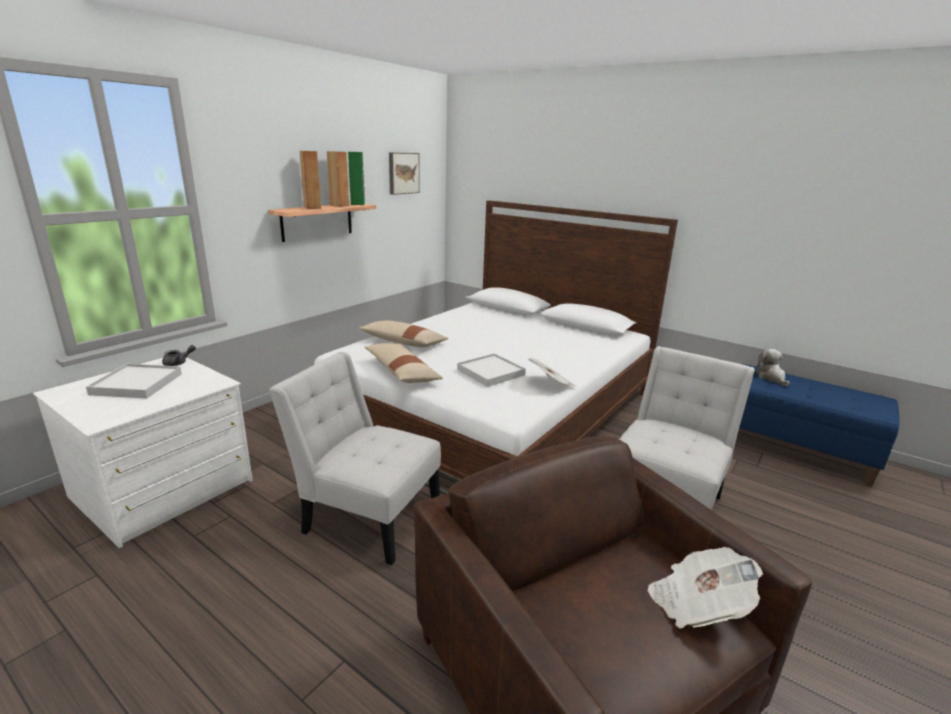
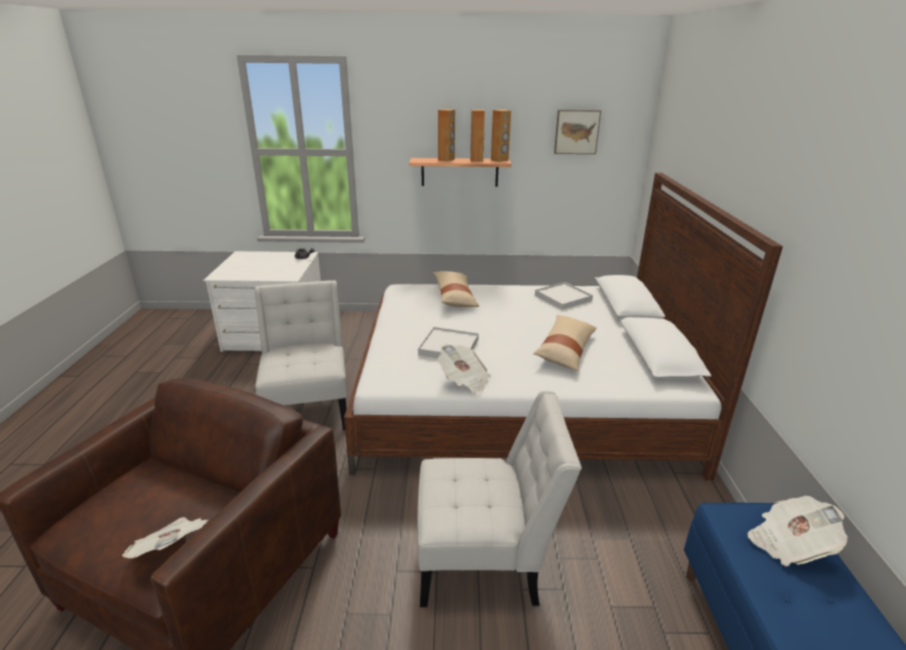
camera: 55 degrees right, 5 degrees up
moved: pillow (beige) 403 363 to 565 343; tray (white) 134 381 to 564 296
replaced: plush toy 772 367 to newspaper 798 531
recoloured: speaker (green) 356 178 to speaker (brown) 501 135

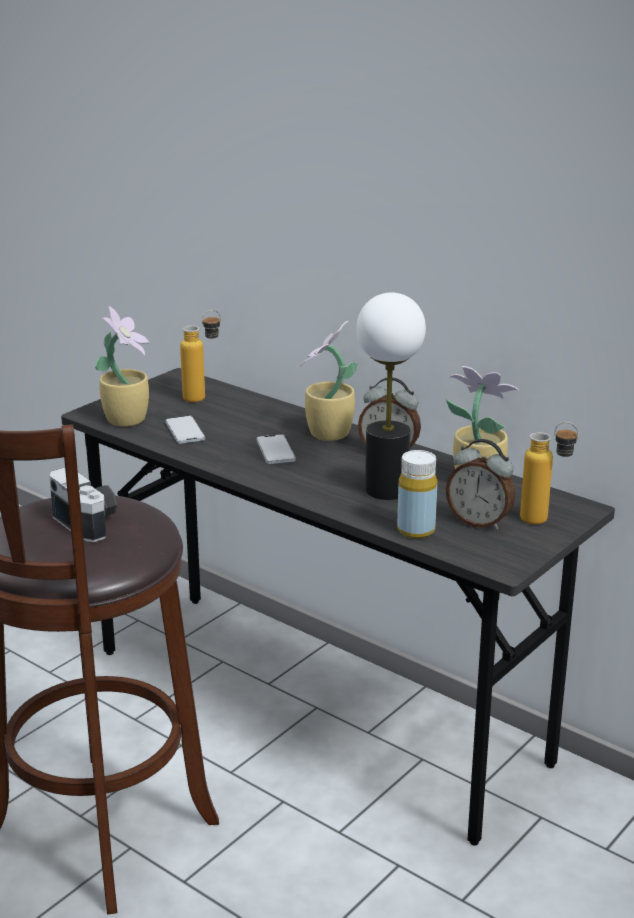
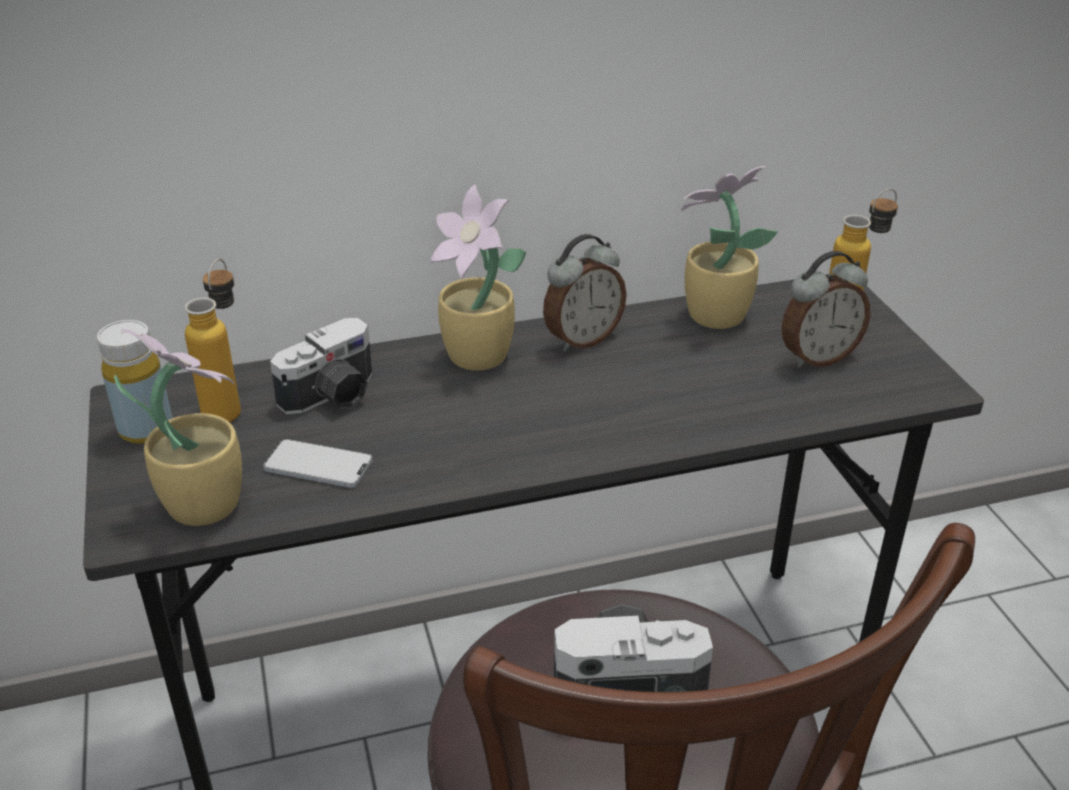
camera: 55 degrees left, 10 degrees up
removed: table lamp 391 396; phone 276 449
added: photo camera 321 366
moved: bottle (yellow) 417 494 to 134 382

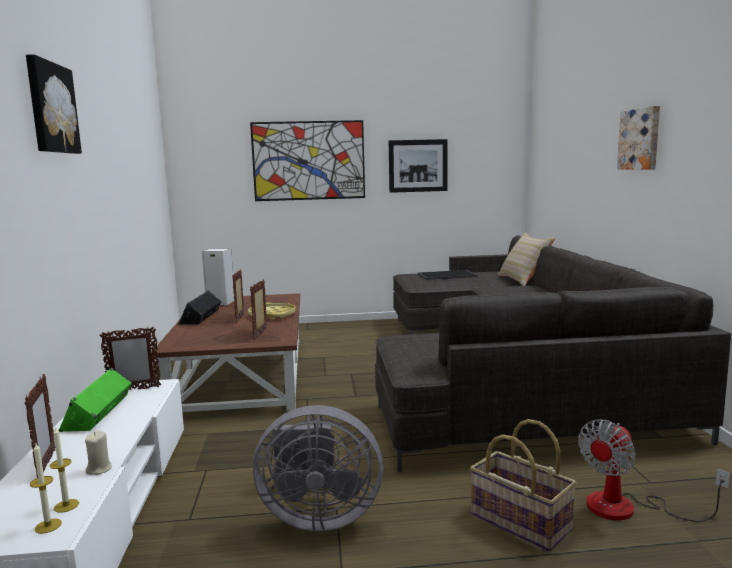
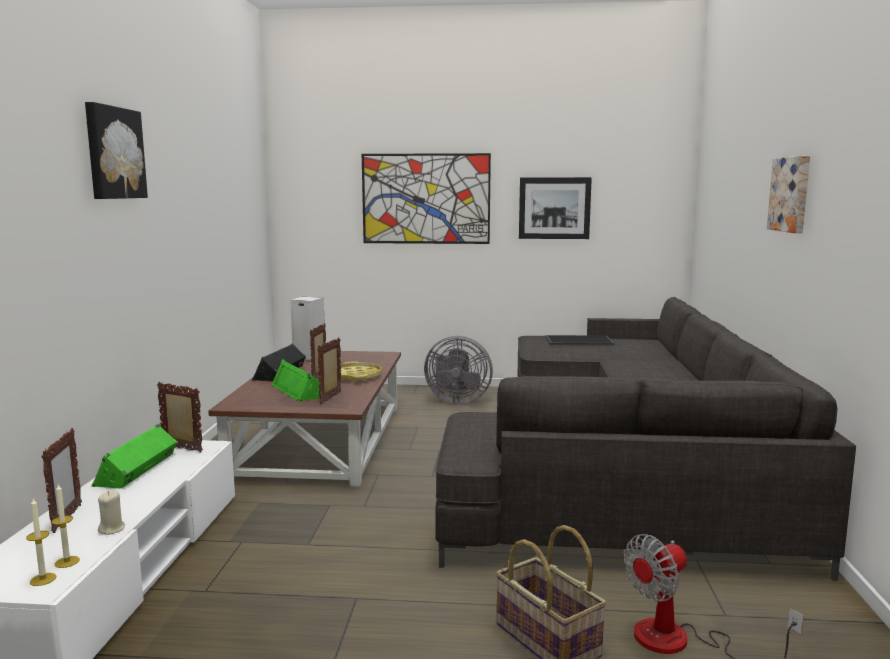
camera: 10 degrees right, 0 degrees up
removed: pillow (beige) 526 259
added: speaker (green) 295 380
moved: fan (grey) 318 468 to 458 370
turned: picture frame 130 358 = 180 417 150 degrees counterclockwise

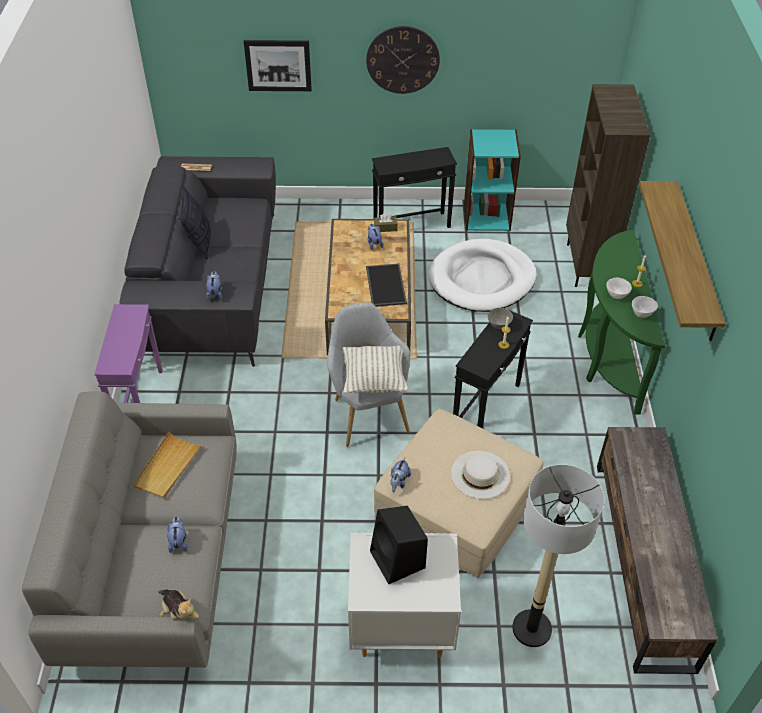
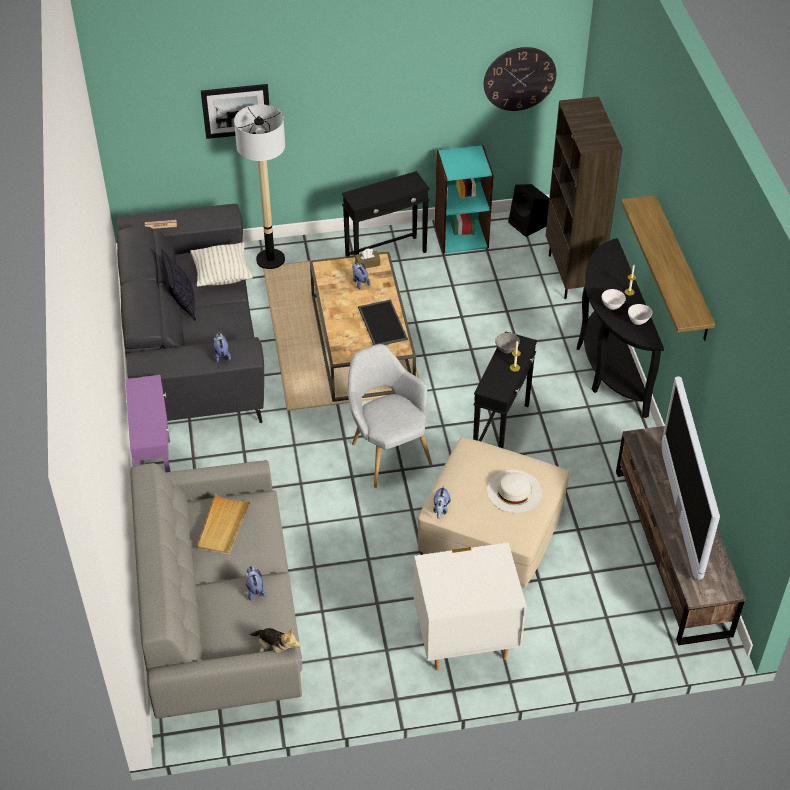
camera: 10 degrees left, 0 degrees up
removed: dog bed (white) 482 275
added: television 691 478
moved: wall clock 403 60 to 520 79; pillow 375 370 to 221 264; floor lamp 558 555 to 259 187; speaker (black) 399 545 to 528 210
recoloured: console table (green) 621 322 to console table (black) 620 328

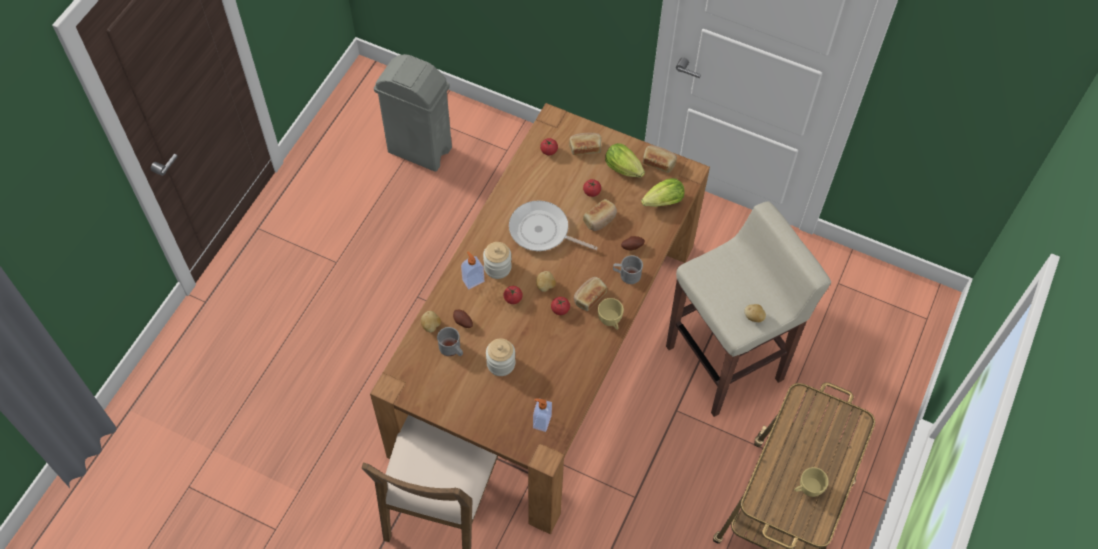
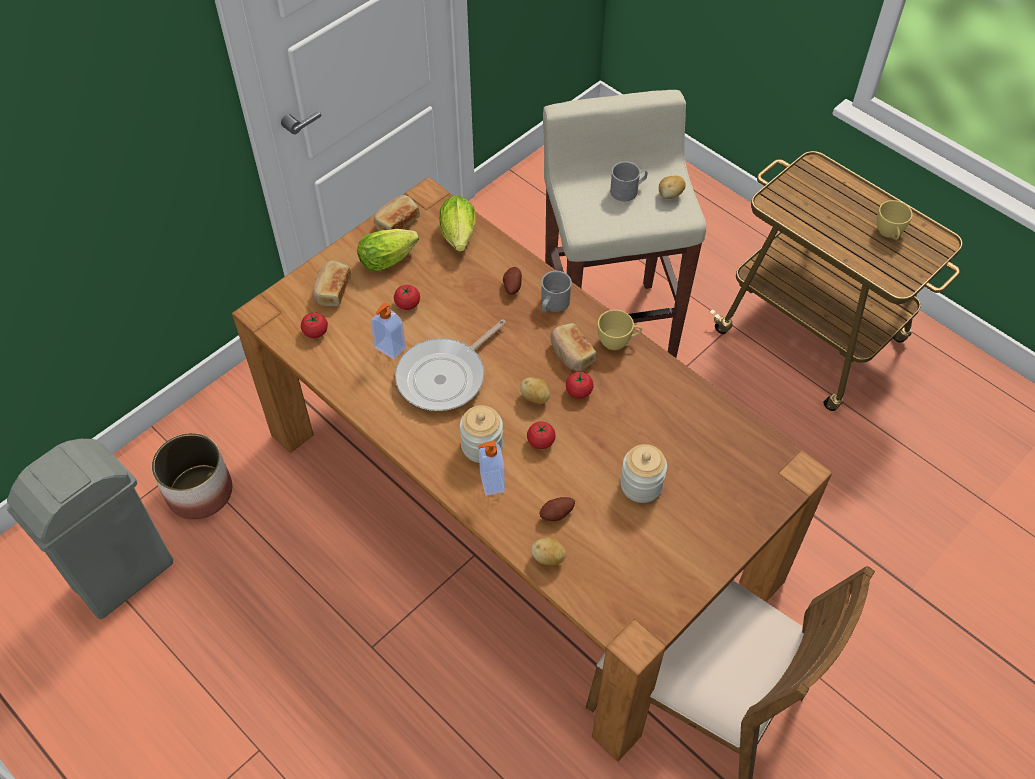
camera: 70 degrees left, 5 degrees down
removed: bread 600 215
added: planter 192 476
moved: mug (grey) 450 341 to 629 181; soap dispenser 542 415 to 388 331

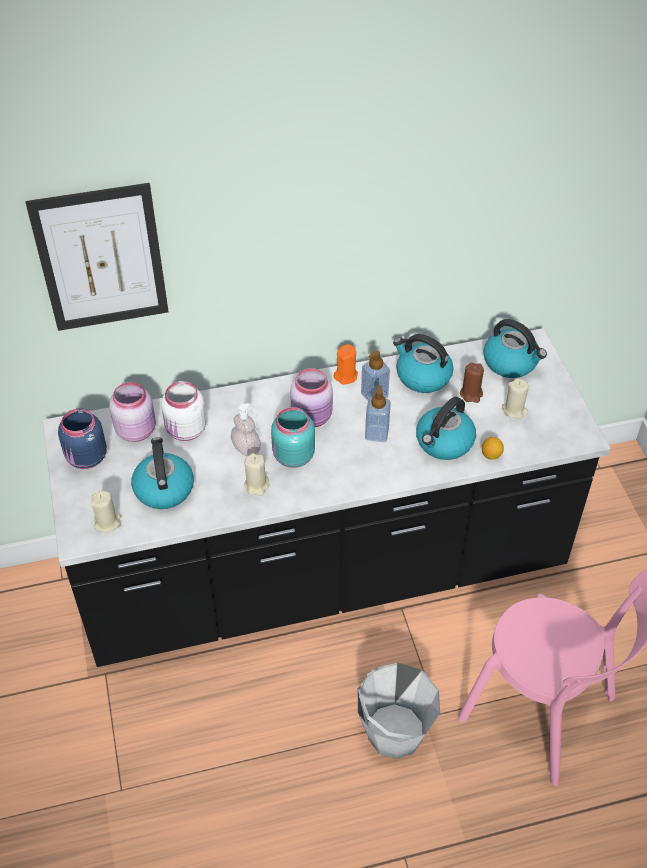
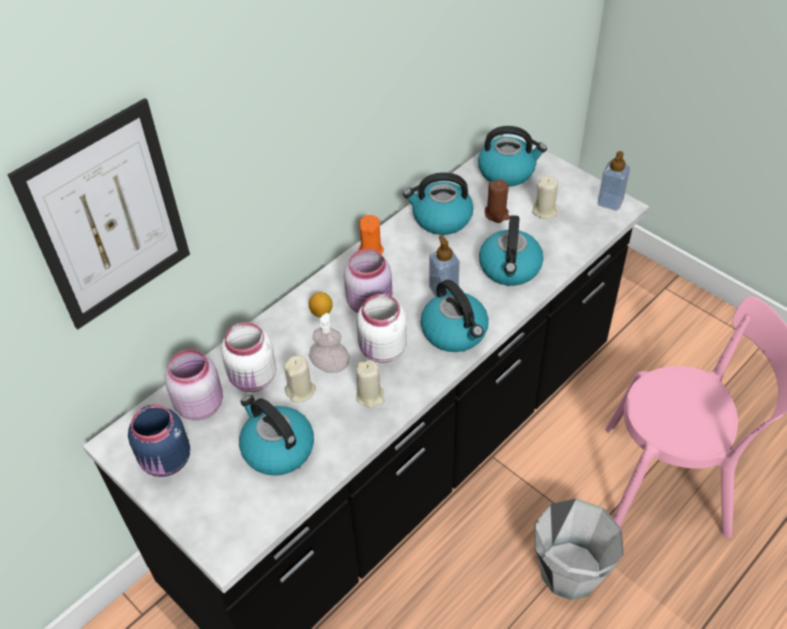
camera: 30 degrees left, 0 degrees up
added: kettle 454 316
moved: soap dispenser 375 376 to 614 180; lemon 493 448 to 321 304; candle (beige) 105 511 to 300 379
recoloured: jar (turquoise) 293 437 to jar (white) 382 328

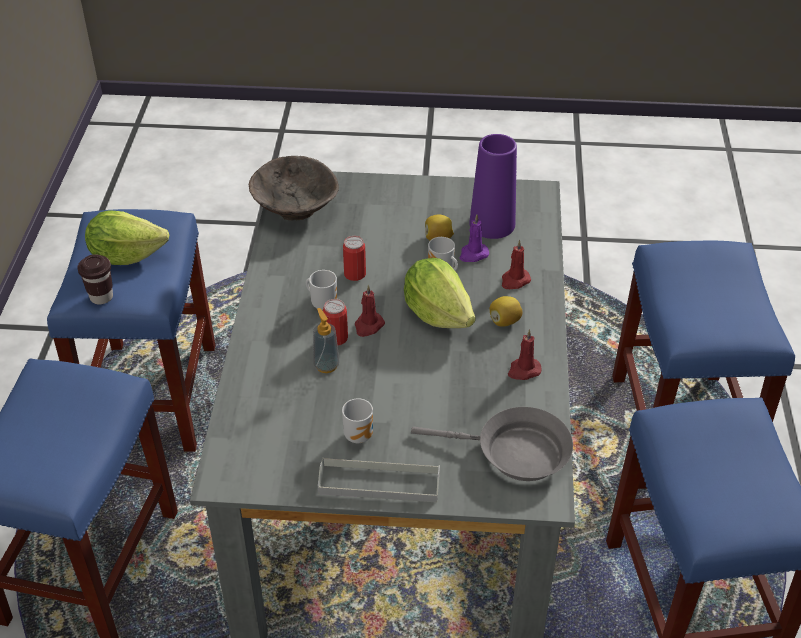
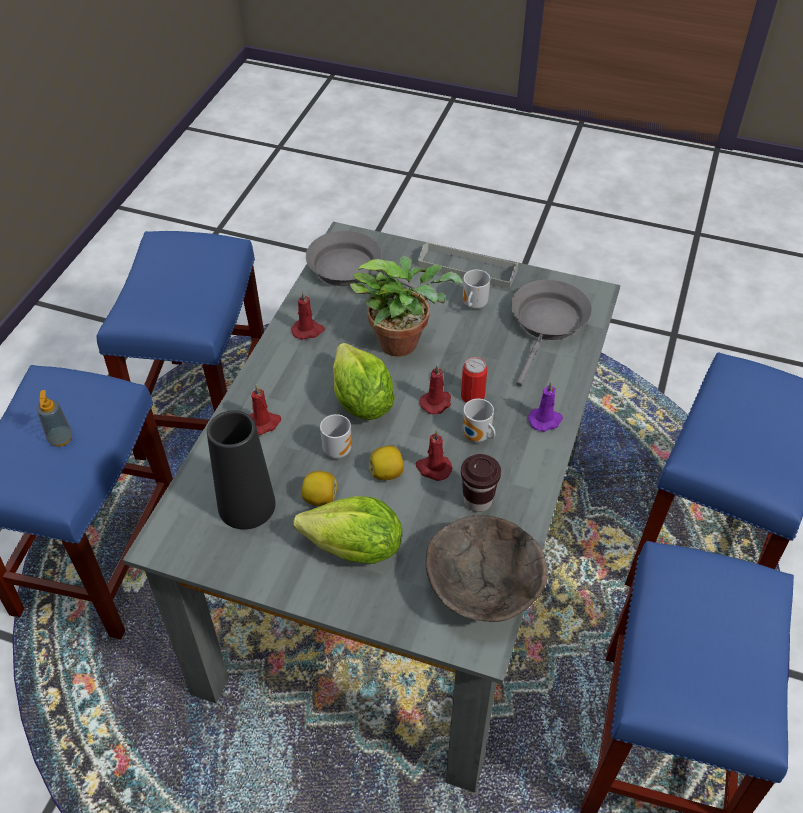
camera: 165 degrees left, 5 degrees up
added: potted plant 406 306; frying pan (grey) 551 333
moved: lettuce 127 237 to 347 530; candle (purple) 474 238 to 545 407; cup (brown) 95 279 to 481 483; lemon 506 311 to 386 463; soap dispenser 326 340 to 55 418
replaced: can 354 258 to candle (red) 434 455
recoloured: vase (purple) 493 186 to vase (black) 241 470

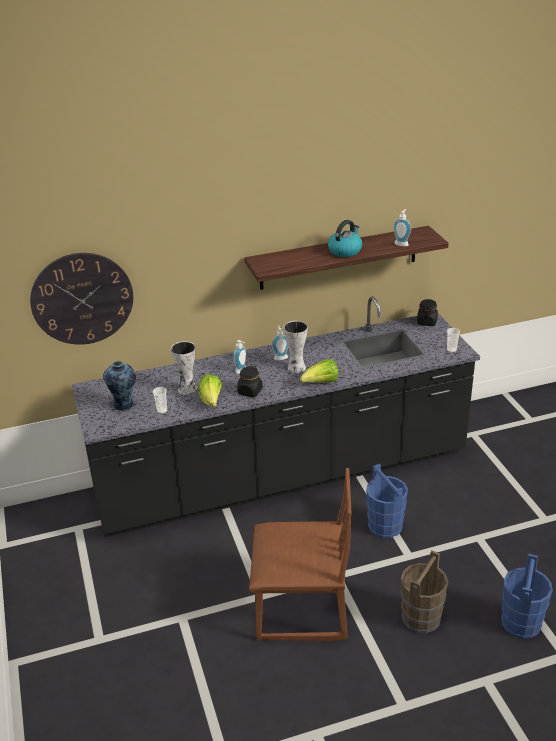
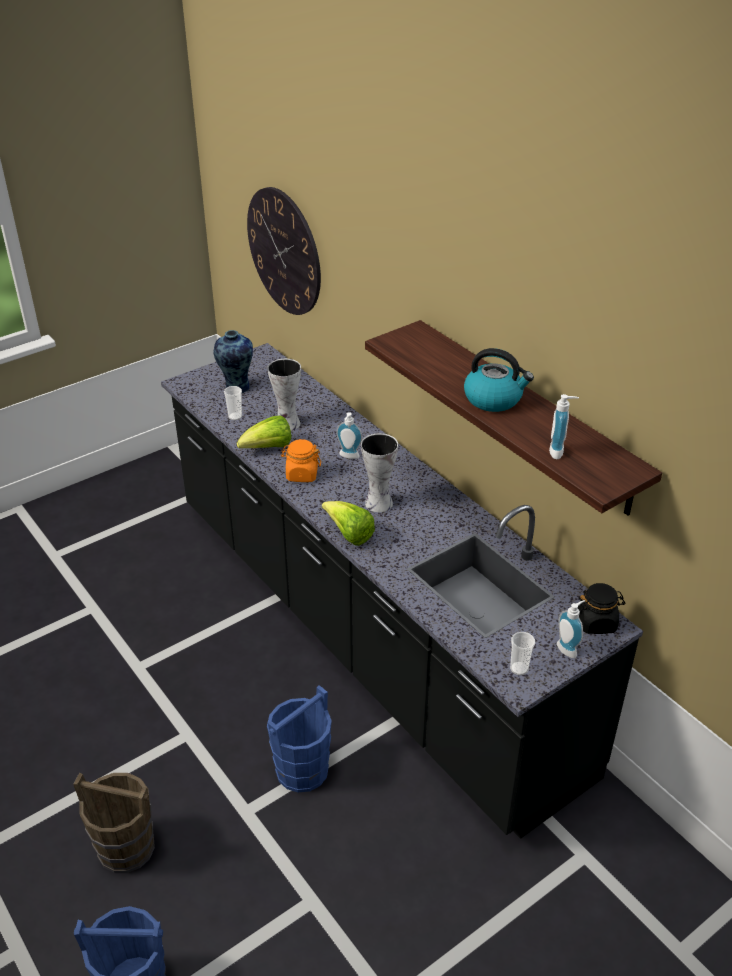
camera: 70 degrees right, 5 degrees up
removed: chair (brown) 300 554
moved: soap dispenser 280 342 to 571 629
recoloured: jar (black) 250 381 to jar (orange) 301 460

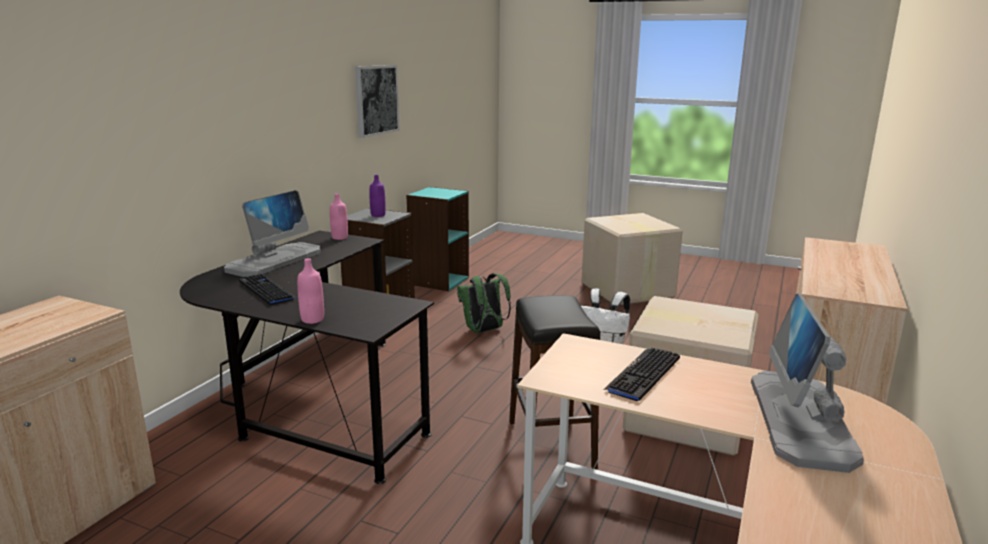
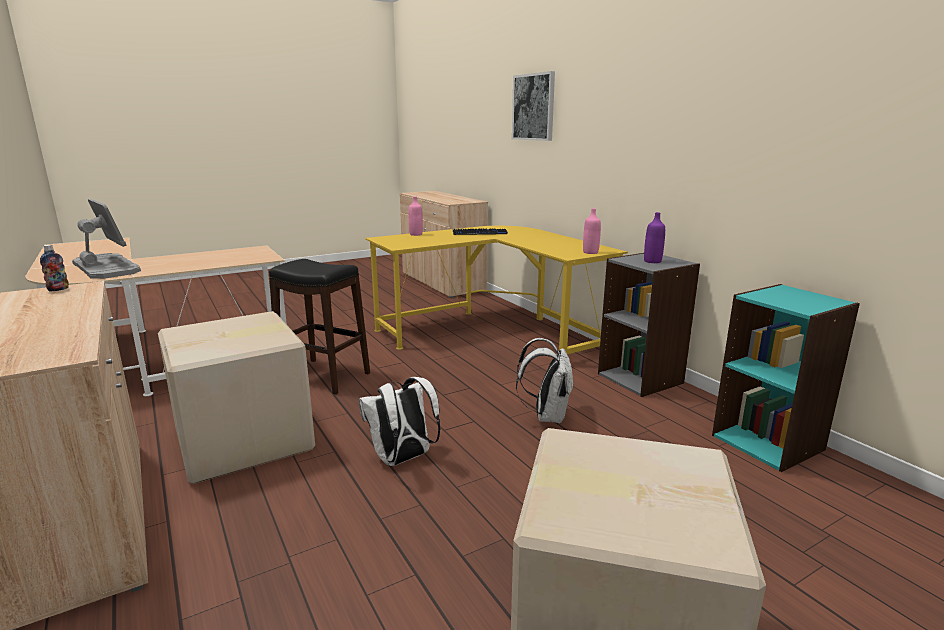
camera: 125 degrees right, 0 degrees up
removed: monitor 272 233; keyboard 641 375
added: bottle 54 268
moved: picture 377 101 to 533 106
recoloured: desk (black) 307 357 to desk (yellow) 496 290; backpack (green) 484 303 to backpack (white) 545 381

